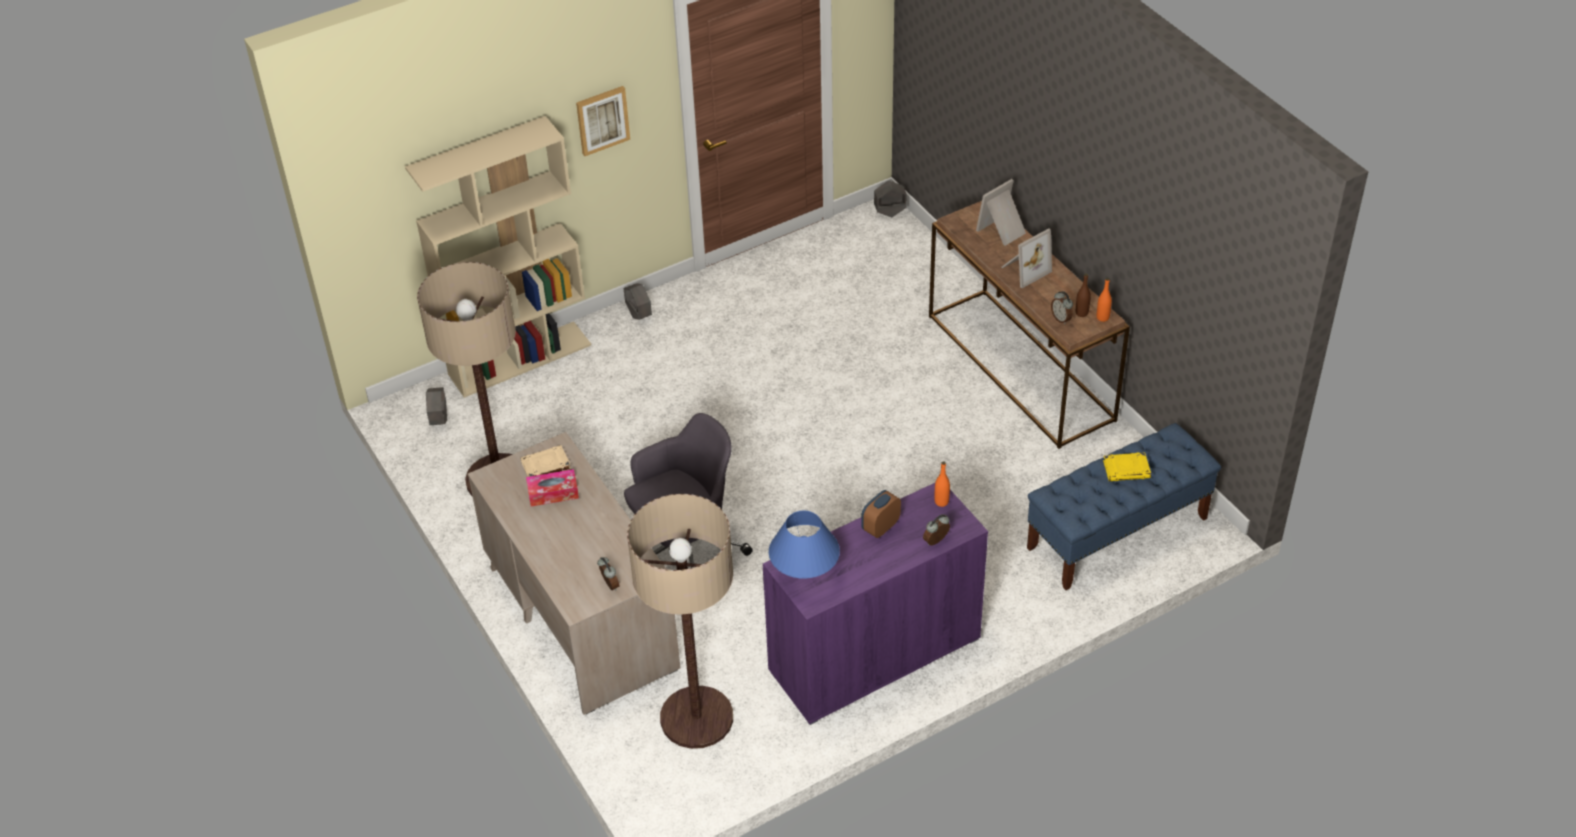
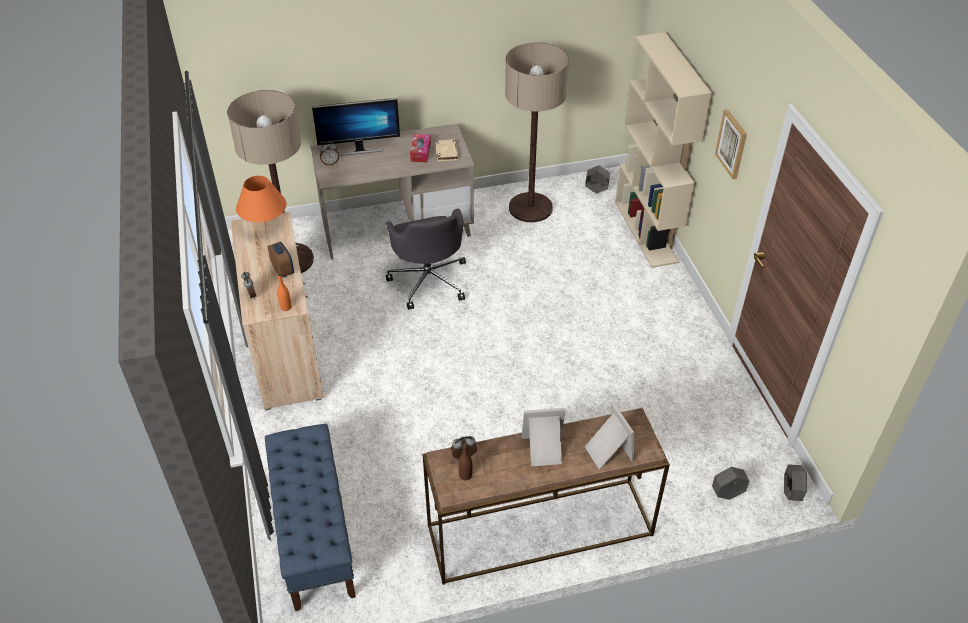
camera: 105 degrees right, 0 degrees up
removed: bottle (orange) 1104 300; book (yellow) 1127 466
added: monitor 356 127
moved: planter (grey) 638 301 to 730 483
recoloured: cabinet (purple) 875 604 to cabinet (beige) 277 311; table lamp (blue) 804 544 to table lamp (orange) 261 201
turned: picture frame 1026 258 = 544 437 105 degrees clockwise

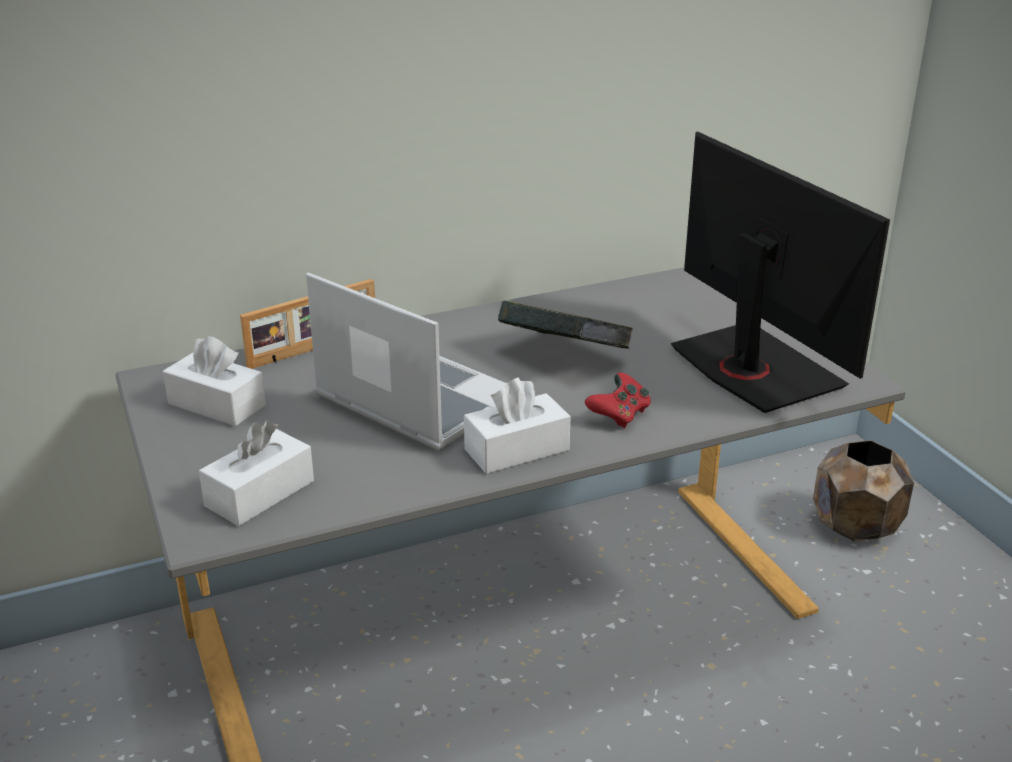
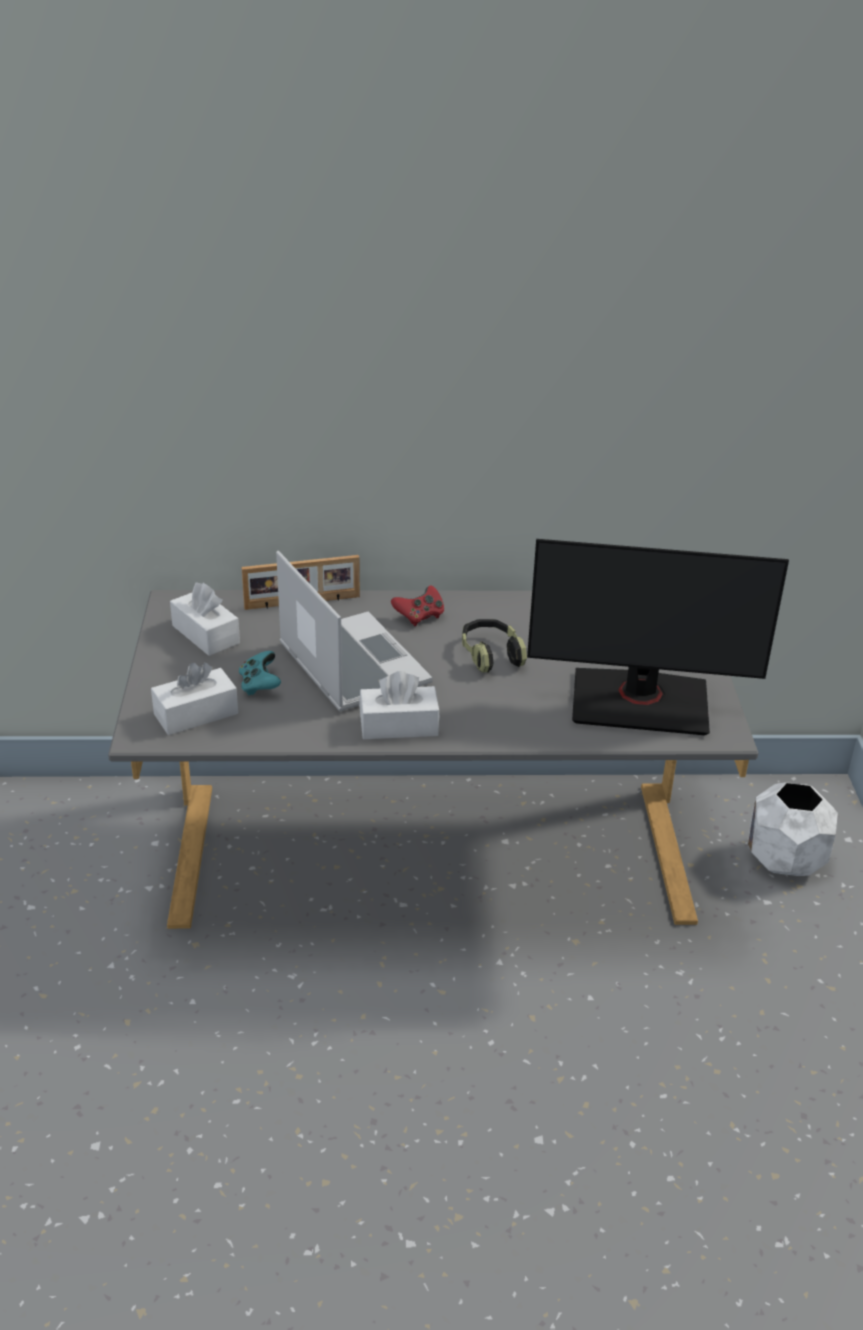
camera: 20 degrees right, 5 degrees up
added: game controller (turquoise) 260 673
moved: game controller (red) 618 400 to 417 605
replaced: book 565 325 to headphones 494 646
recoloured: planter (brown) 863 491 to planter (white) 793 829
turned: monitor 780 272 = 658 637 105 degrees clockwise

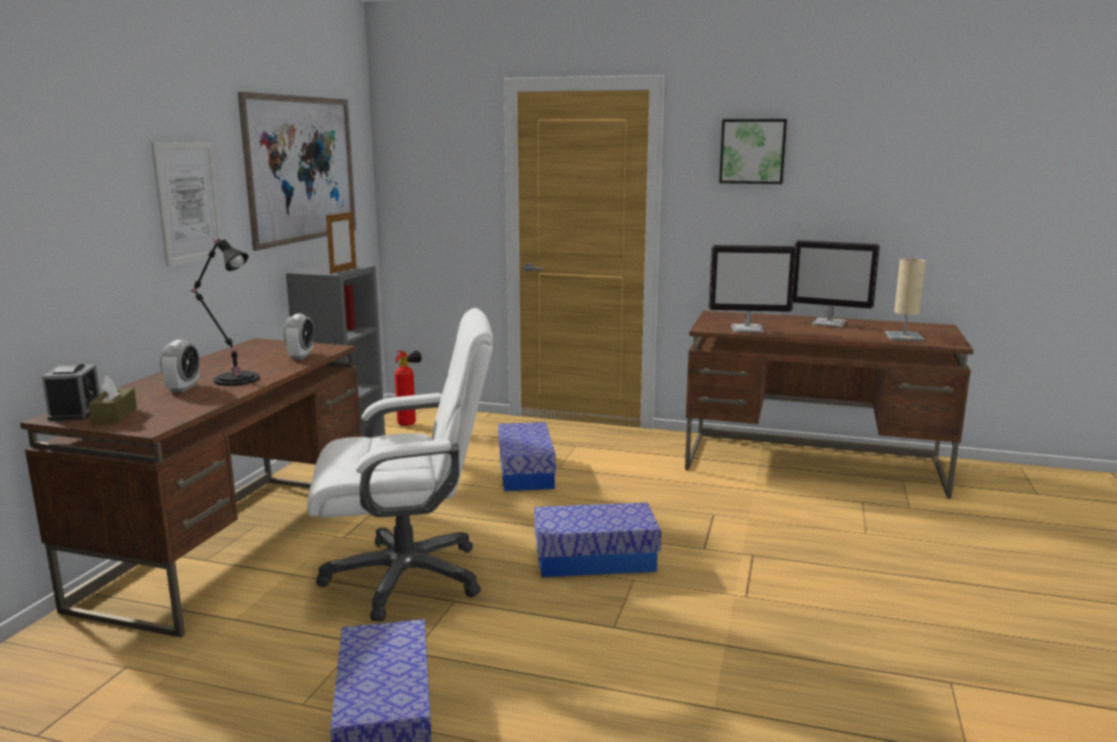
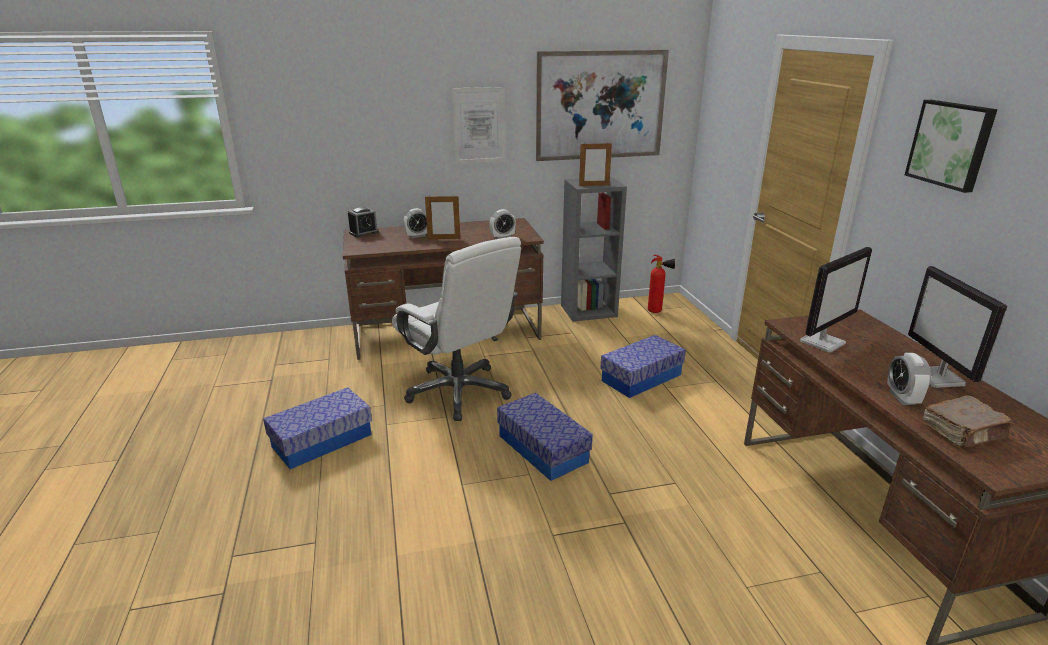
camera: 60 degrees right, 10 degrees up
removed: tissue box (brown) 112 400
added: alarm clock 909 379
replaced: table lamp (black) 224 312 to picture frame 442 217; table lamp (beige) 905 299 to book (brown) 967 421
turned: monitor 753 289 = 836 299 105 degrees counterclockwise

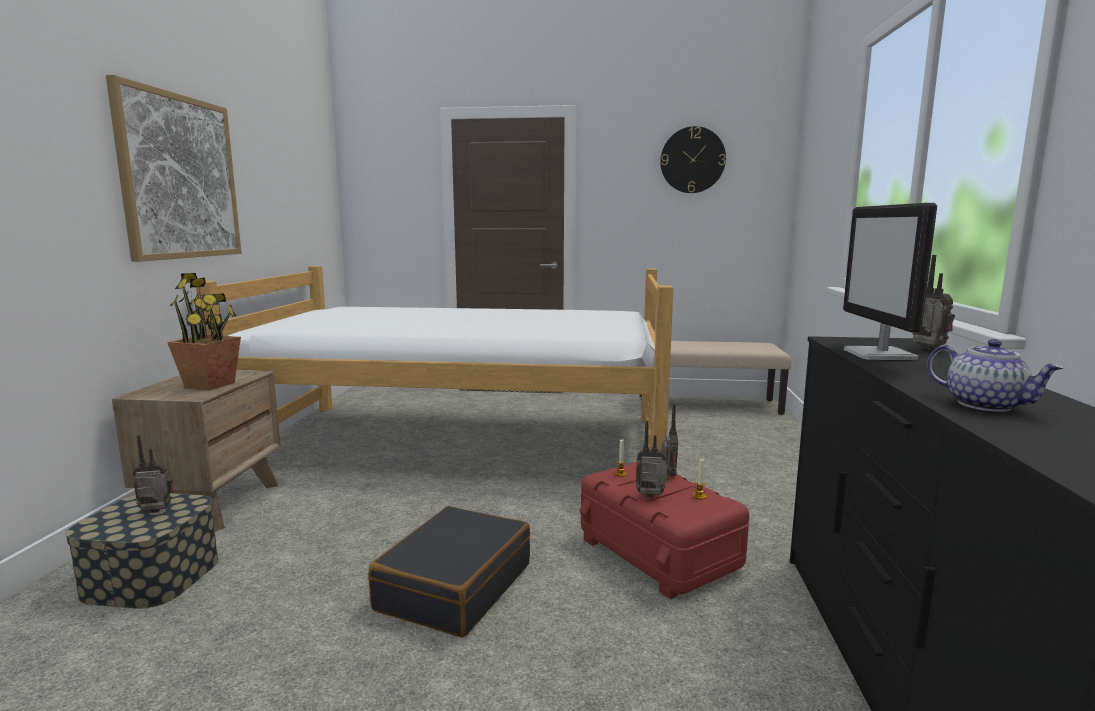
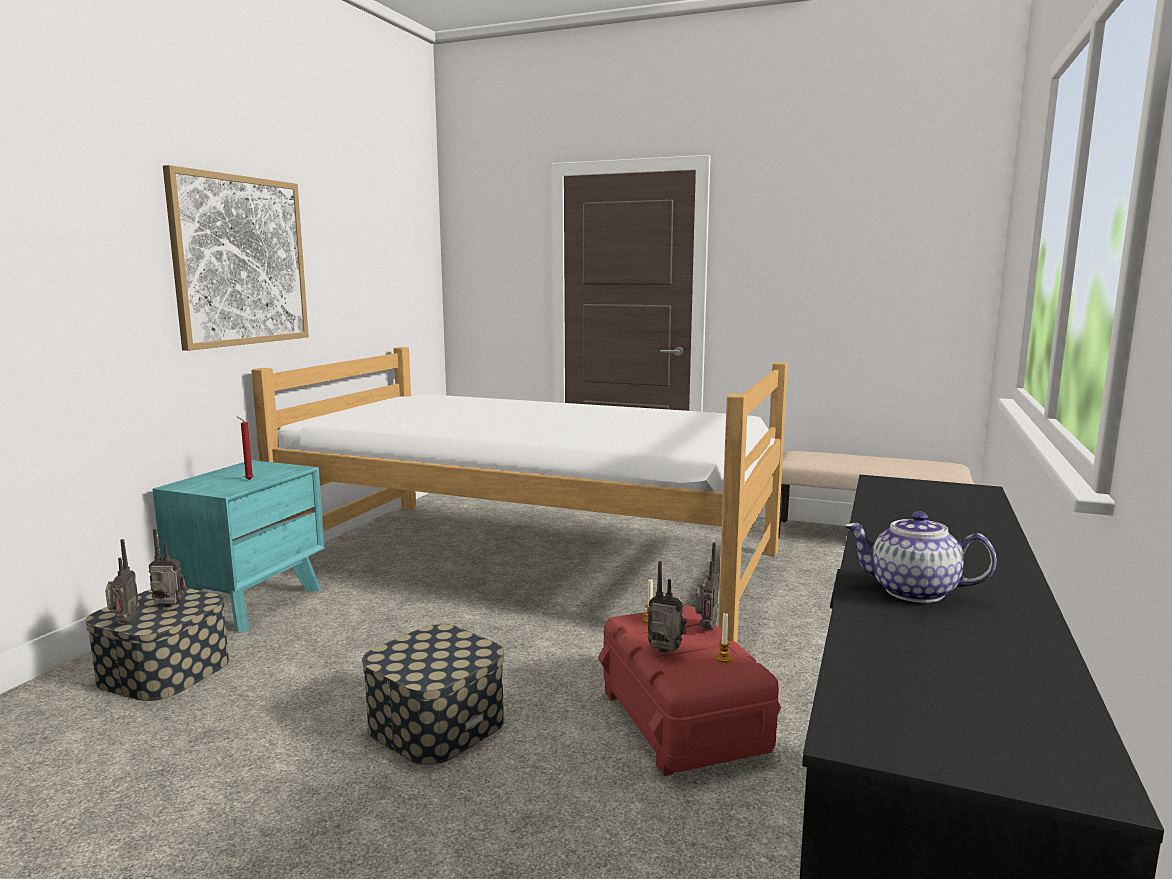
camera: 15 degrees right, 0 degrees up
removed: wall clock 693 159; monitor 890 281
moved: radio 933 302 to 122 581
replaced: potted plant 204 332 to candle (red) 245 448; suitcase (black) 449 572 to storage box 433 694
recoloured: nightstand (brown) 196 451 to nightstand (turquoise) 238 546
turned: teapot 995 375 = 921 557 135 degrees clockwise

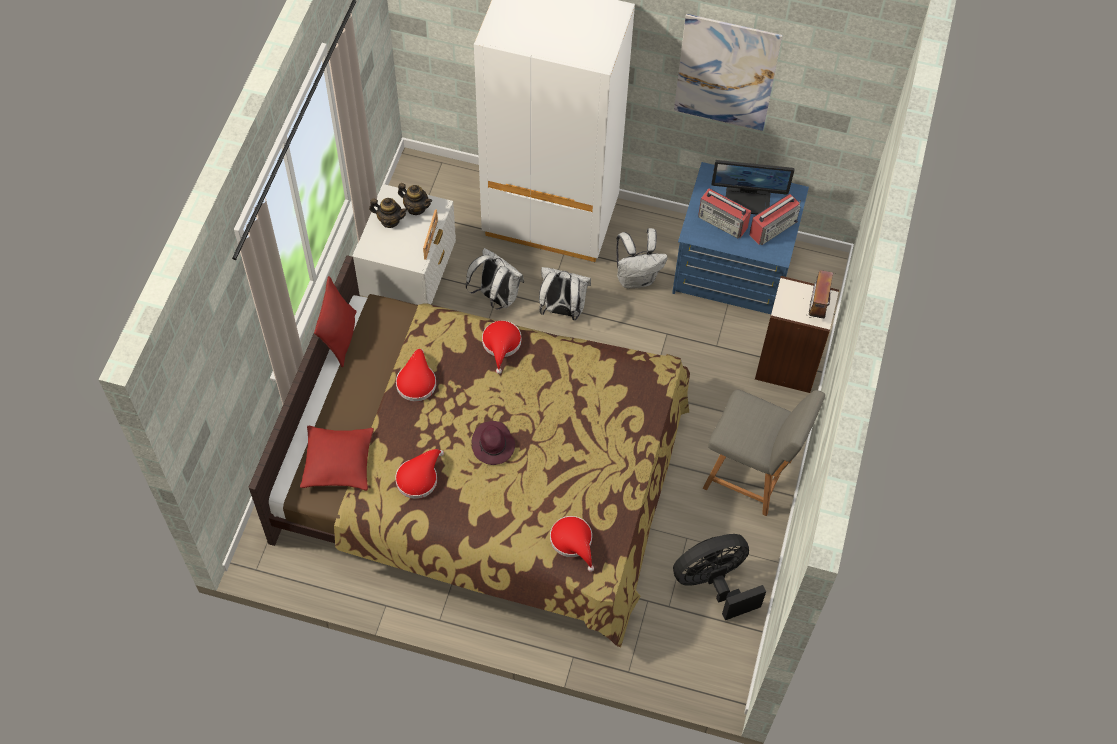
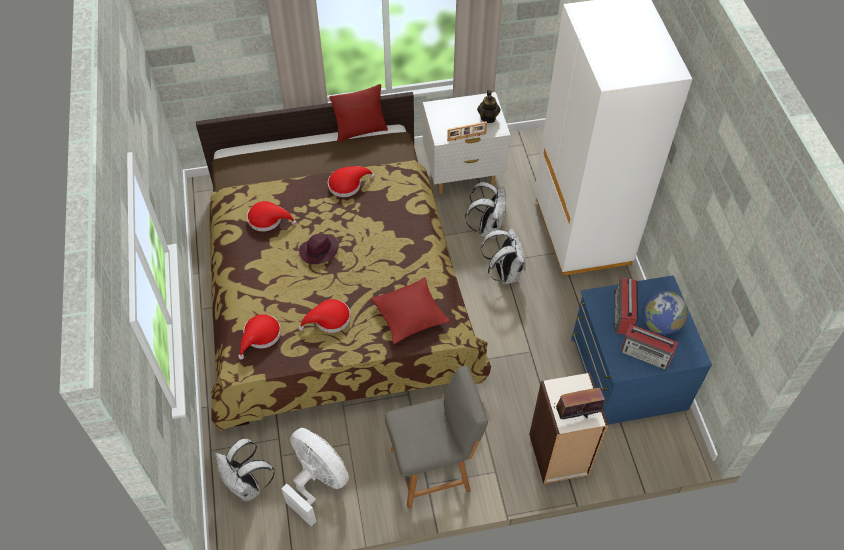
camera: 65 degrees right, 5 degrees down
removed: picture 728 72; teapot 388 213
moved: backpack (white) 642 258 to 244 470; hat (red) 501 347 to 324 316; pillow (red) 337 458 to 410 310
replaced: monitor 753 187 to globe 665 312
recoloured: fan (black) 719 577 to fan (white) 315 477
turned: chair (grey) 764 453 = 436 437 105 degrees counterclockwise

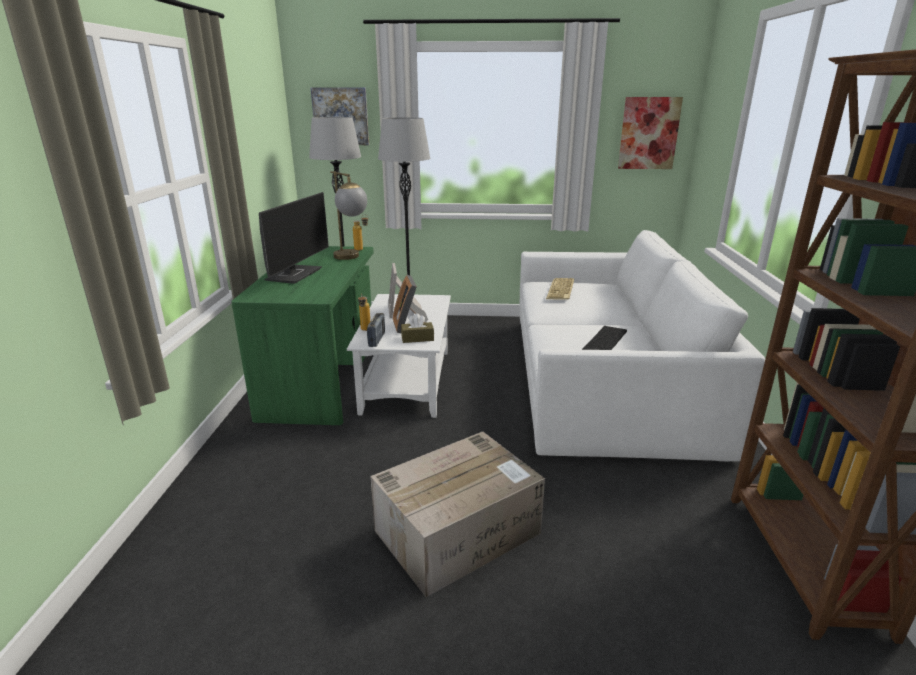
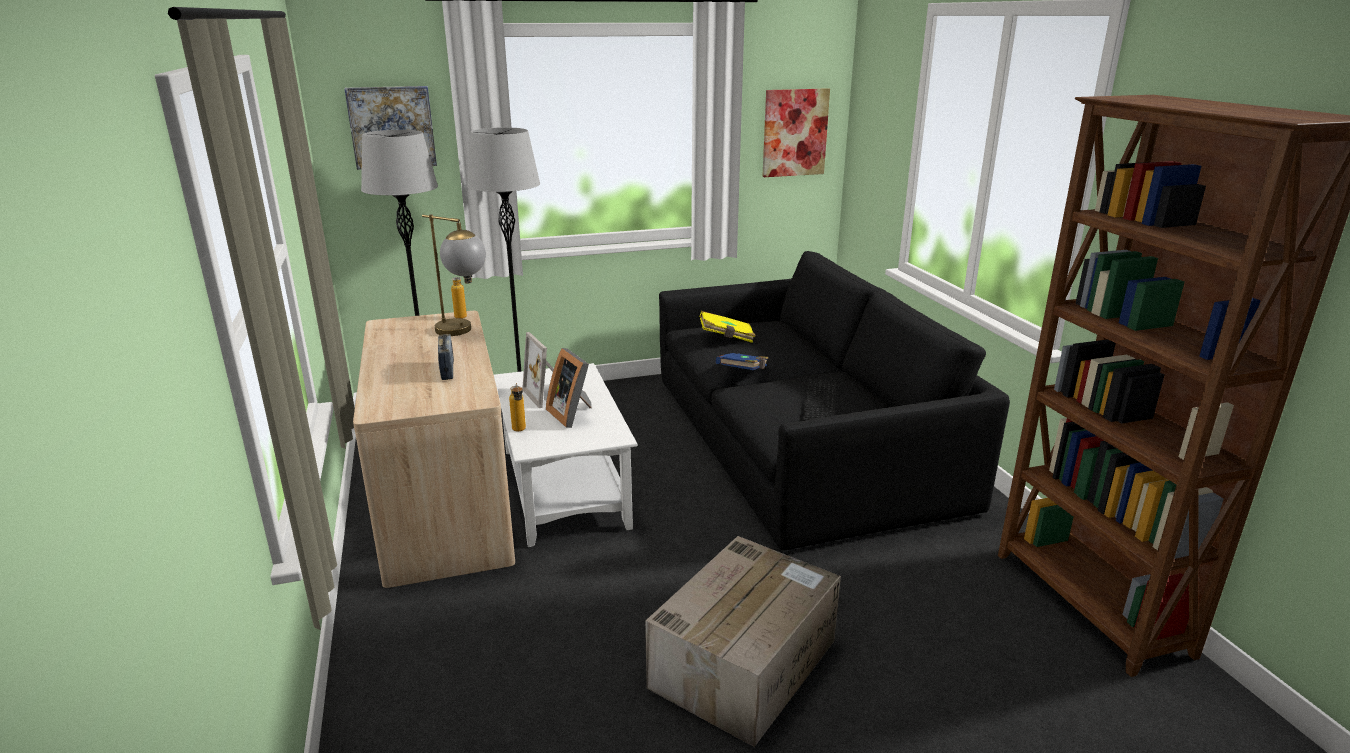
camera: 20 degrees left, 0 degrees up
removed: monitor 294 238; tissue box (brown) 417 328
added: book (blue) 742 361
moved: radio 376 330 to 446 357
replaced: keyboard 560 289 to book (yellow) 728 327
recoloured: sofa (white) 642 346 to sofa (black) 834 400; desk (green) 302 335 to desk (beige) 434 449

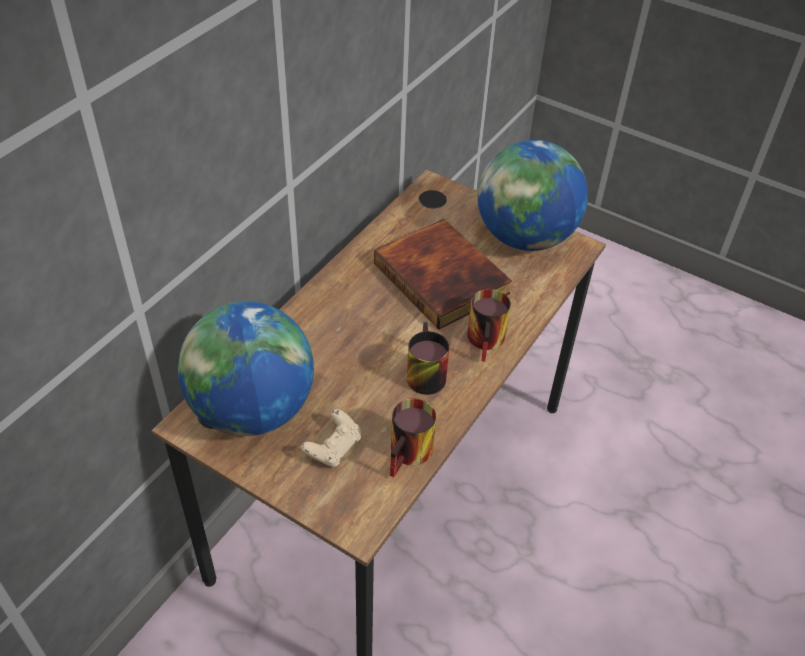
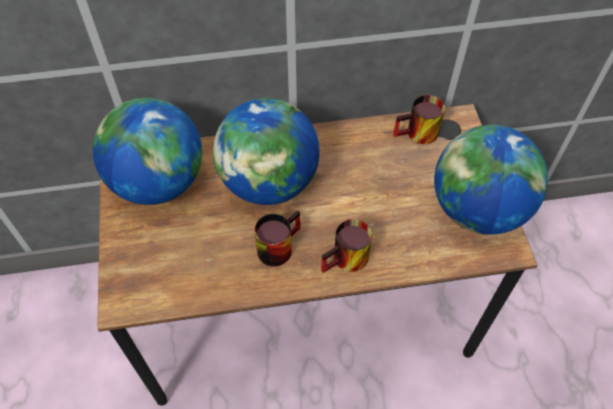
camera: 50 degrees right, 10 degrees up
removed: book 443 274; game controller (beige) 331 438
added: globe 266 151
moved: mug 413 438 to 419 119

